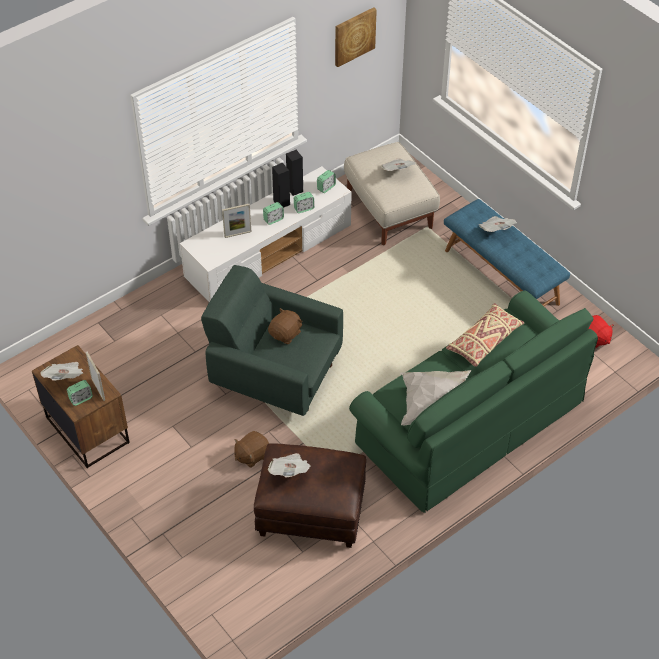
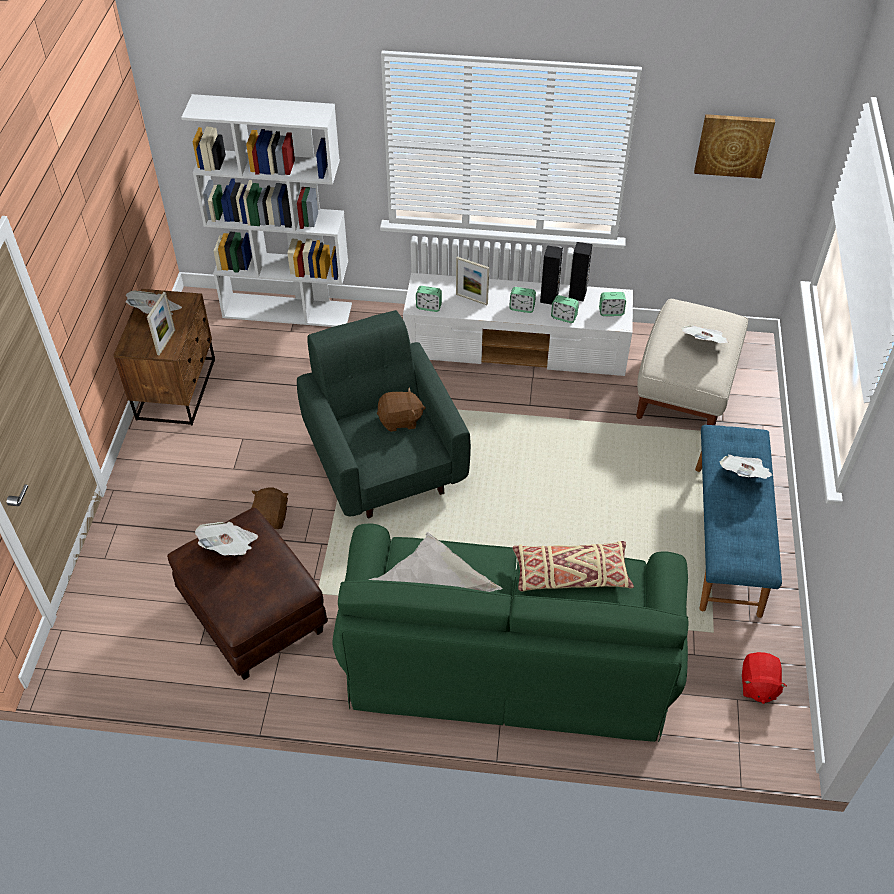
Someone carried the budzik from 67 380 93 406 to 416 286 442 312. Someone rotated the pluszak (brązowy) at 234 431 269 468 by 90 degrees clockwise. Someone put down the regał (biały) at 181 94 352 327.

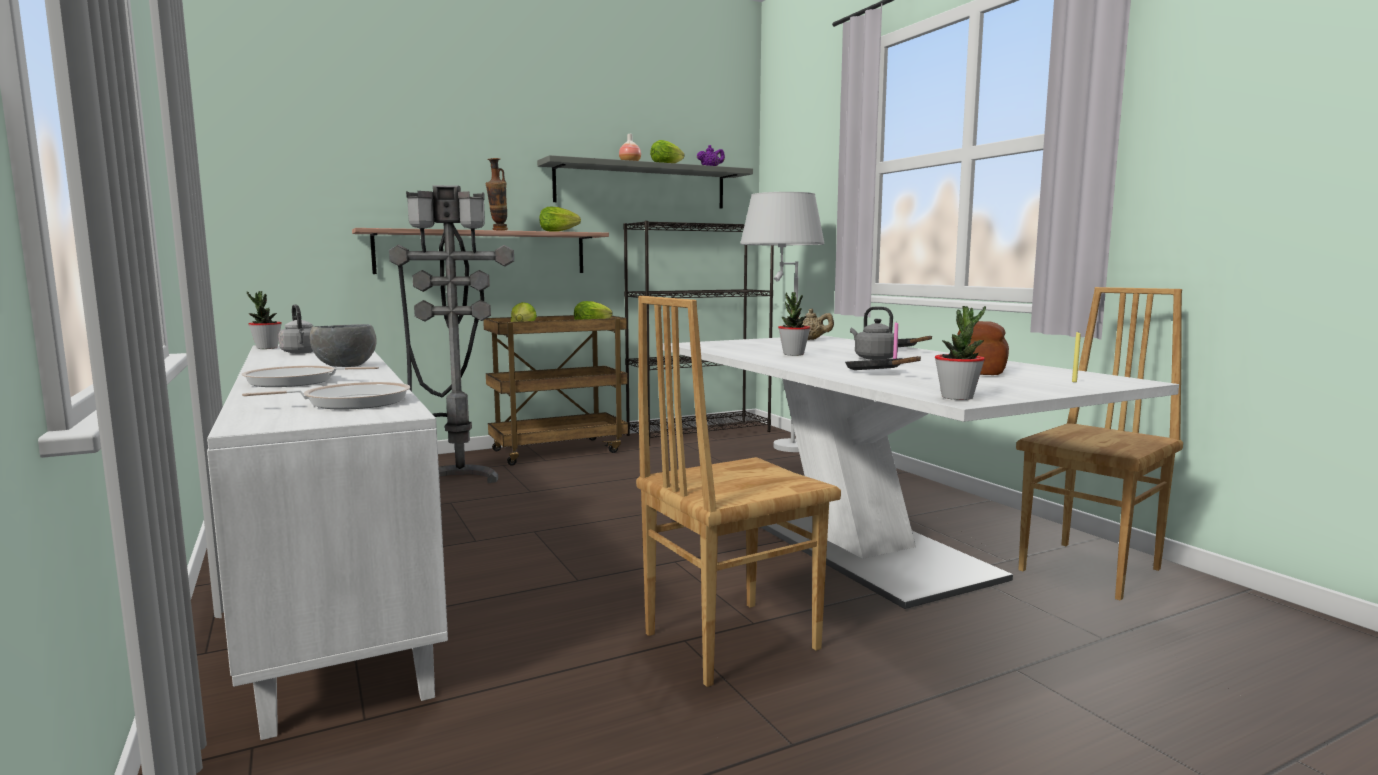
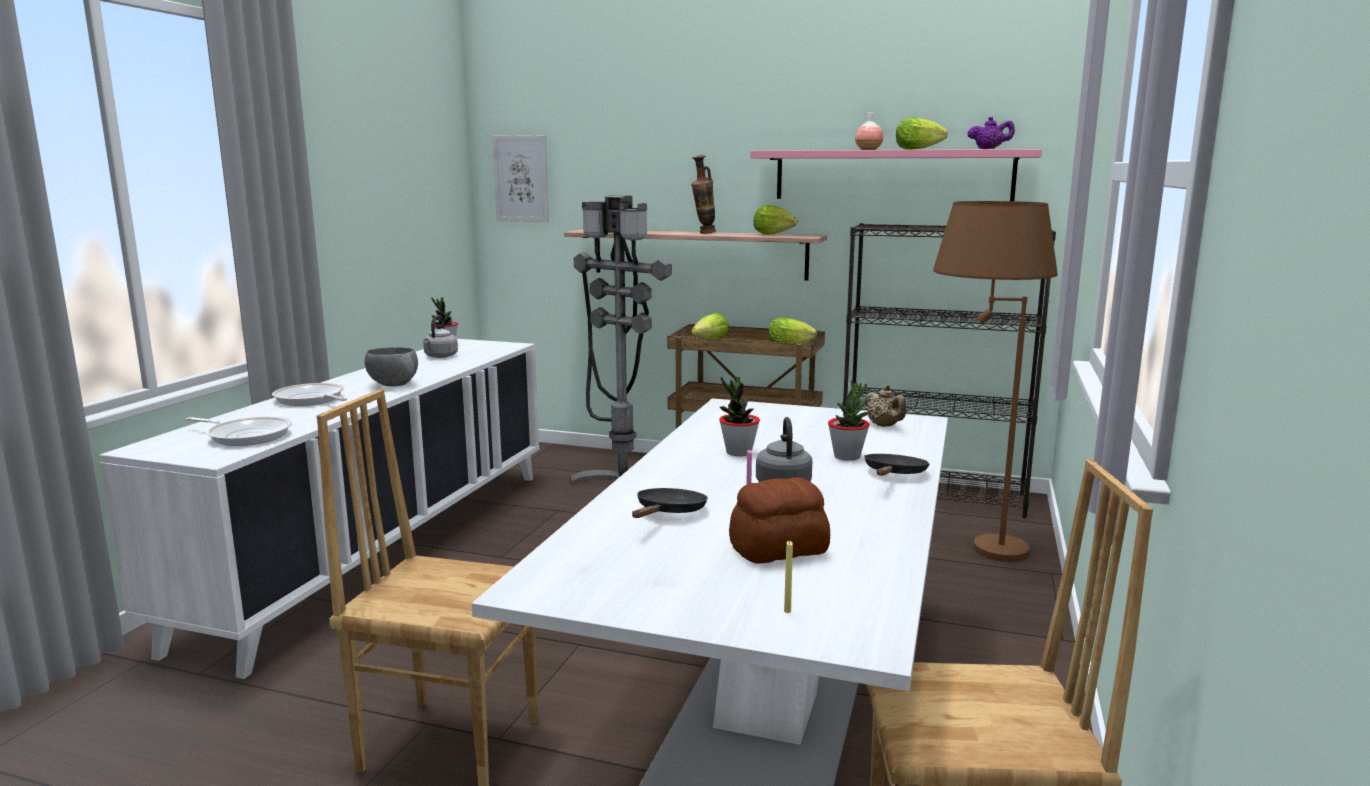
Someone repainted the półka (szary) at 537 155 753 208, which became the półka (różowy) at 750 149 1042 201. Someone repainted the lampa stojąca (biały) at 740 192 824 452, which became the lampa stojąca (brązowy) at 933 201 1058 562. Someone carried the roślina doniczkowa from 935 306 986 400 to 828 380 870 461. Someone put up the obraz at 492 135 549 222.

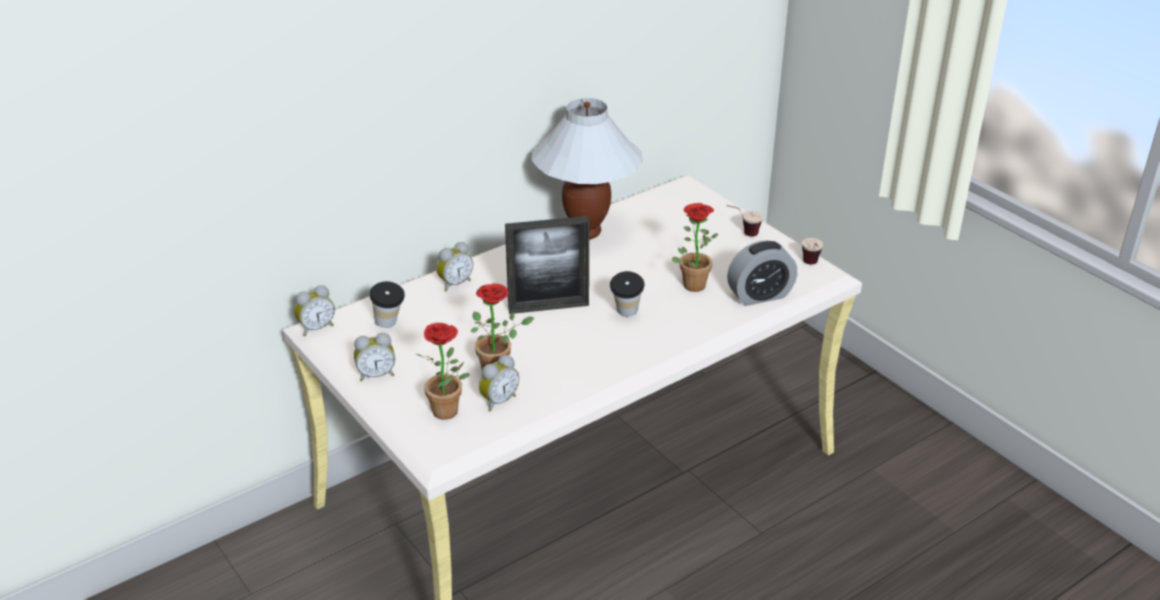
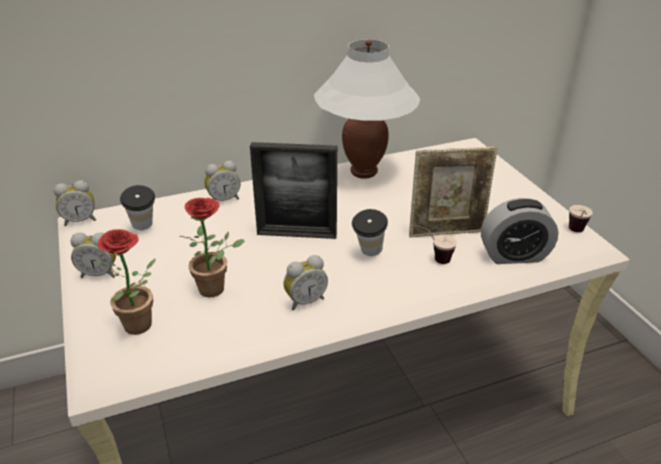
Someone swapped the roślina doniczkowa at 672 203 718 292 for the ramka na zdjęcie at 409 147 498 237. Someone carried the filiżanka from 726 205 763 237 to 415 225 457 264. Someone carried the budzik from 479 355 519 411 to 283 255 328 311.

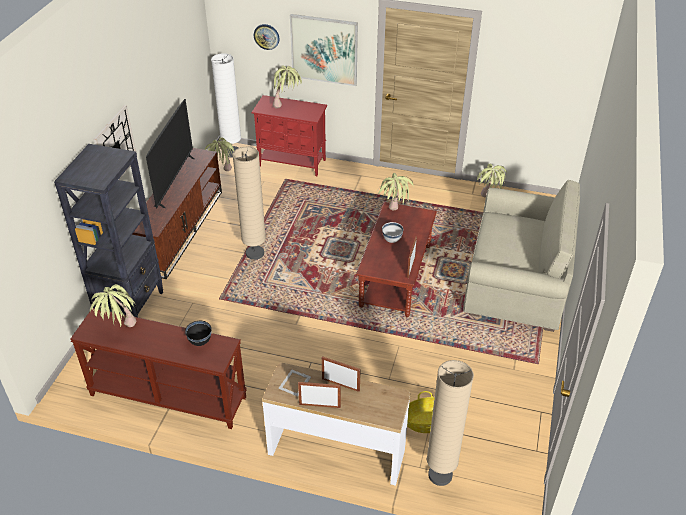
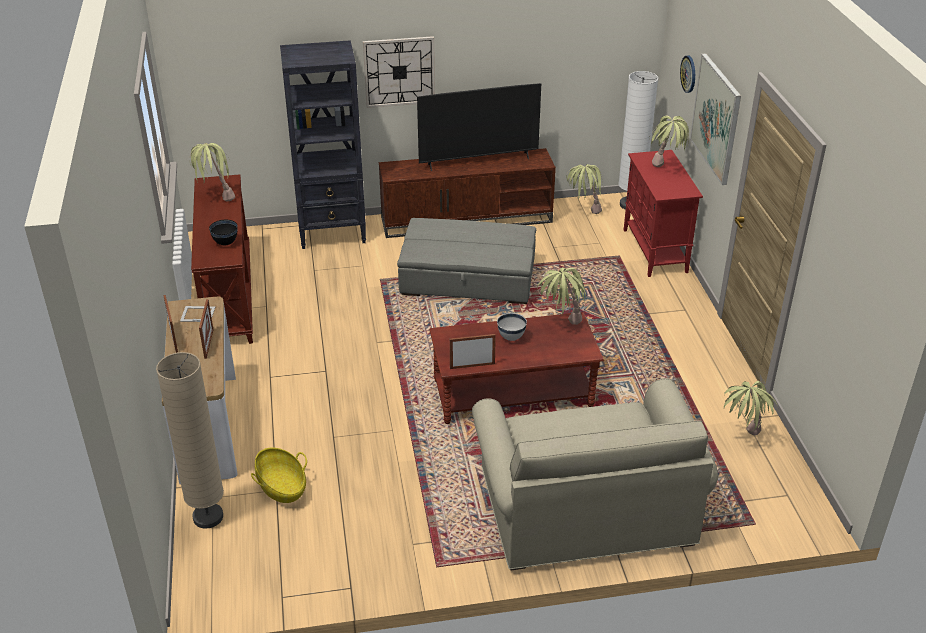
Someone swapped the lampa stojąca (beżowy) at 233 147 266 260 for the pufa (szary) at 397 218 536 304.

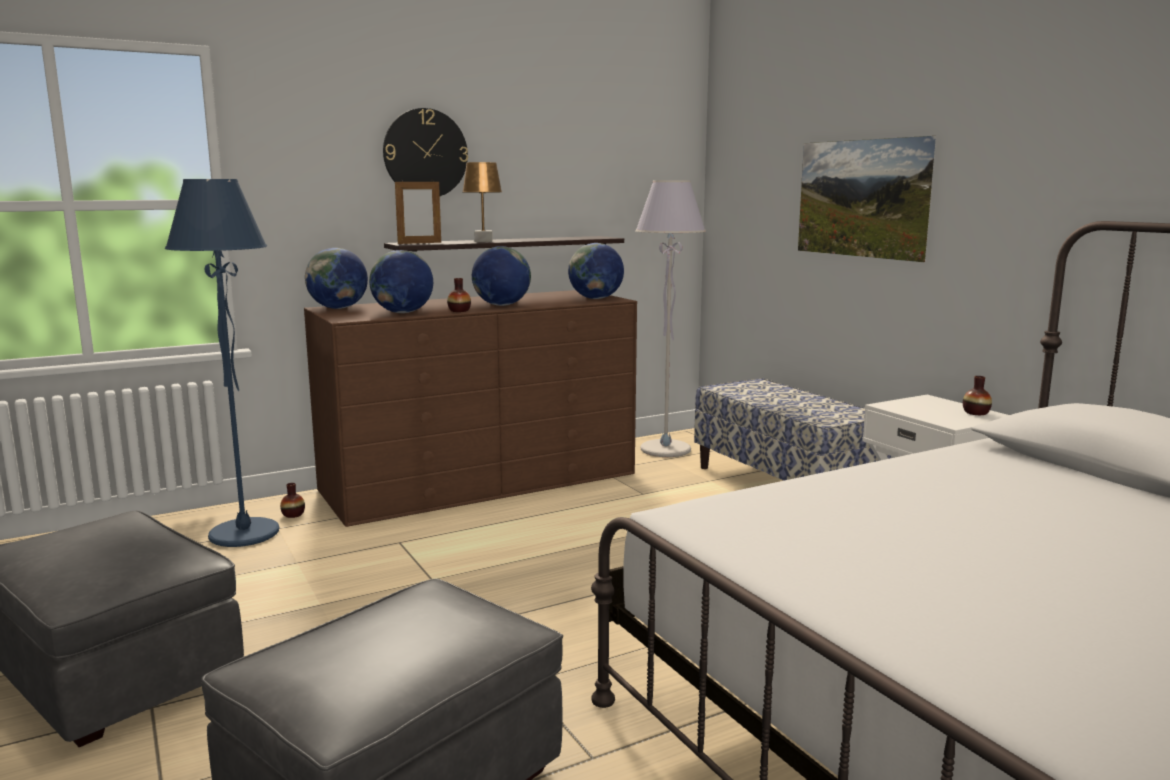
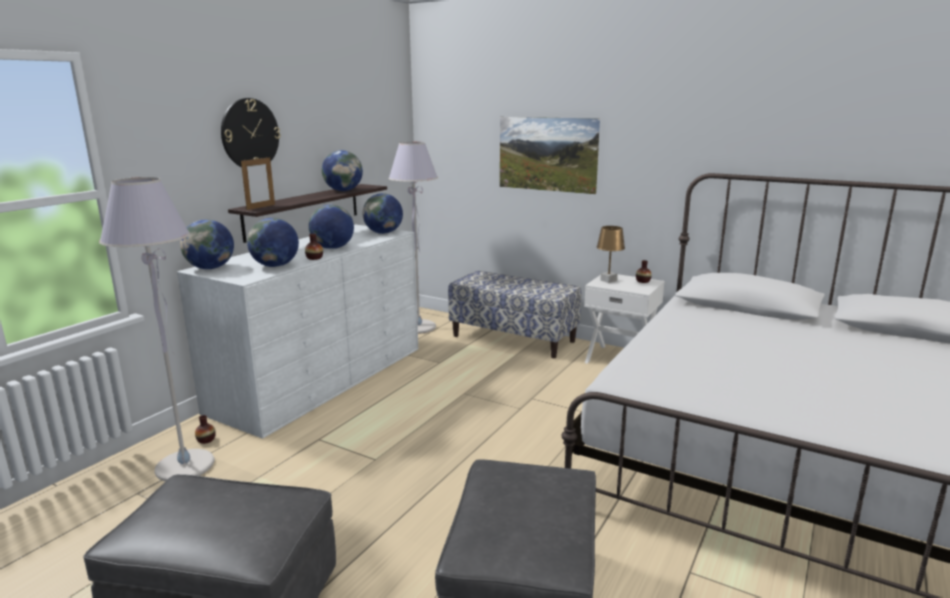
Someone carried the lampa stołowa (brązowy) from 462 162 502 242 to 597 226 625 283. Someone repainted the lampa stojąca (niebieski) at 165 179 279 547, which became the lampa stojąca (szary) at 99 177 214 481. Someone repainted the komoda (brązowy) at 304 290 637 527, which became the komoda (biały) at 177 225 418 439. Someone put down the globus at 322 150 363 191.

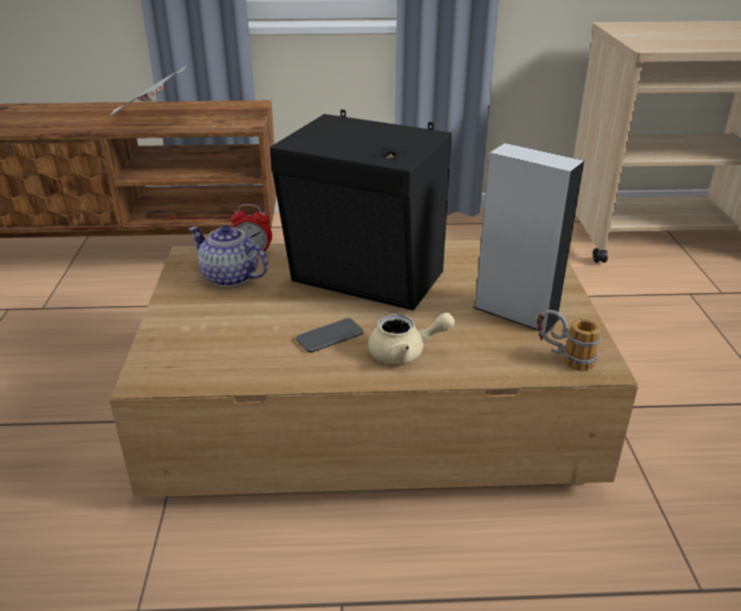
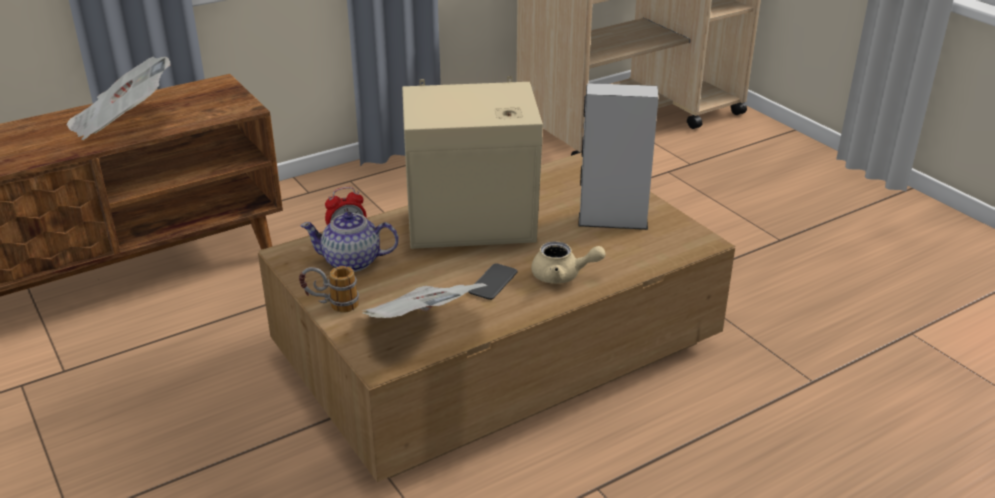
Someone repainted the głośnik (czarny) at 270 109 452 311, which became the głośnik (beżowy) at 402 76 543 249. Someone carried the kubek from 536 310 601 371 to 299 266 359 313. Someone rotated the imbryk (beżowy) at 368 313 455 364 by 45 degrees clockwise. Someone put down the gazeta at 362 283 487 318.

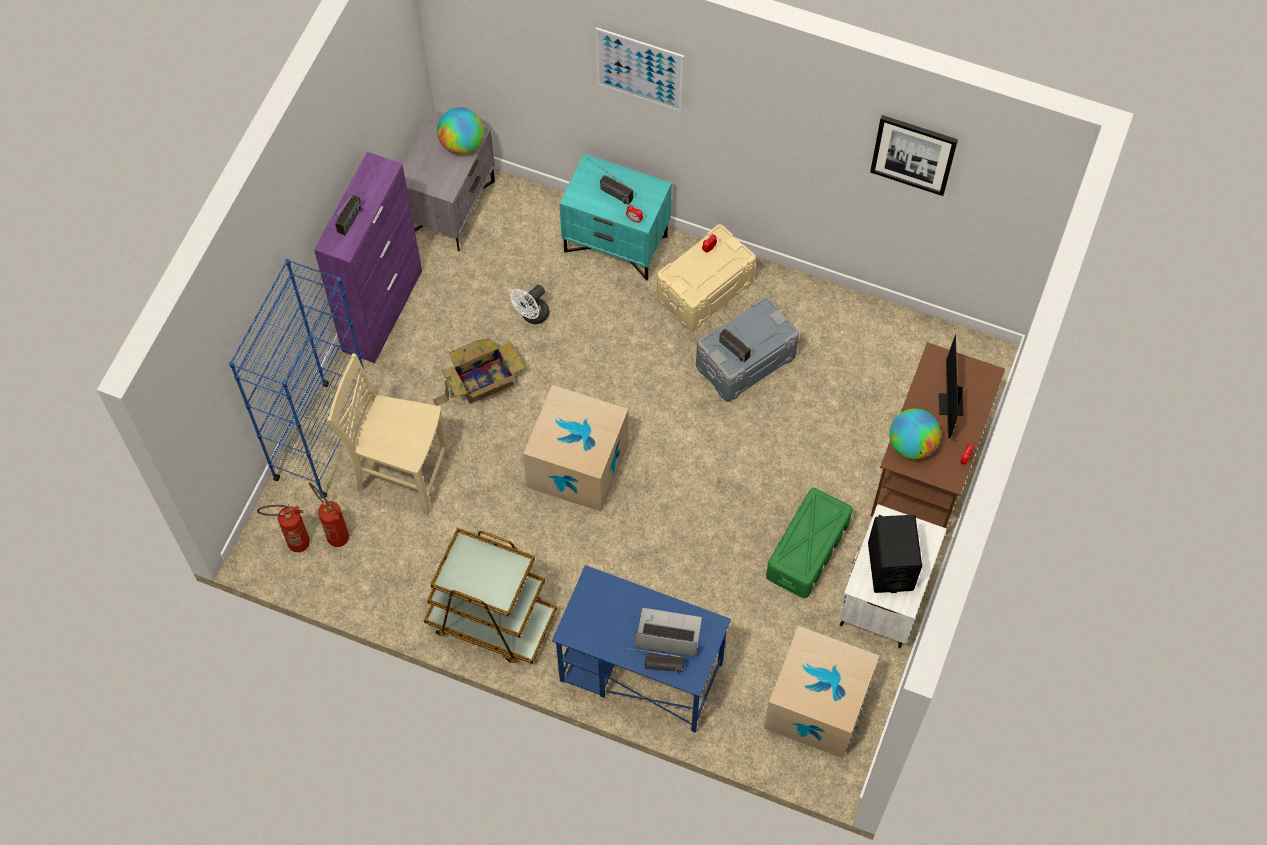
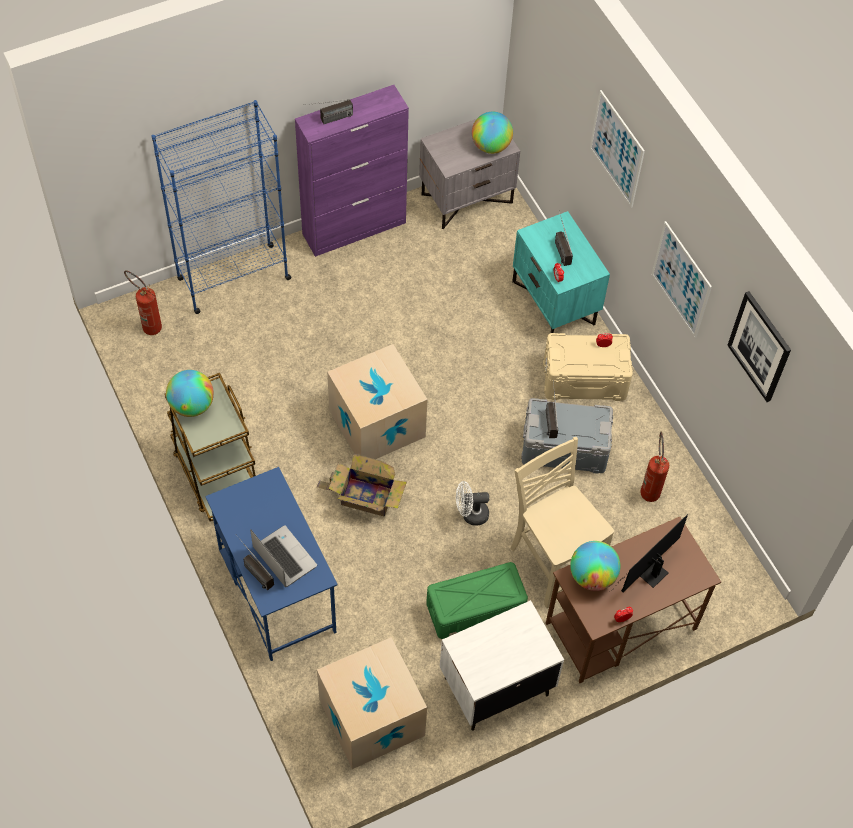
Someone carried the wentylator (biały) from 510 285 550 324 to 456 481 489 526. Someone carried the karton from 433 338 525 406 to 317 454 407 517. Someone carried the krzesło (beżowy) from 327 353 450 515 to 510 437 614 608. Someone carried the gaśnica from 309 482 349 547 to 640 431 669 502. Someone took away the głośnik (czarny) at 868 515 922 593. Someone put up the obraz at 652 221 712 338. Someone put down the globus at 166 370 214 417.

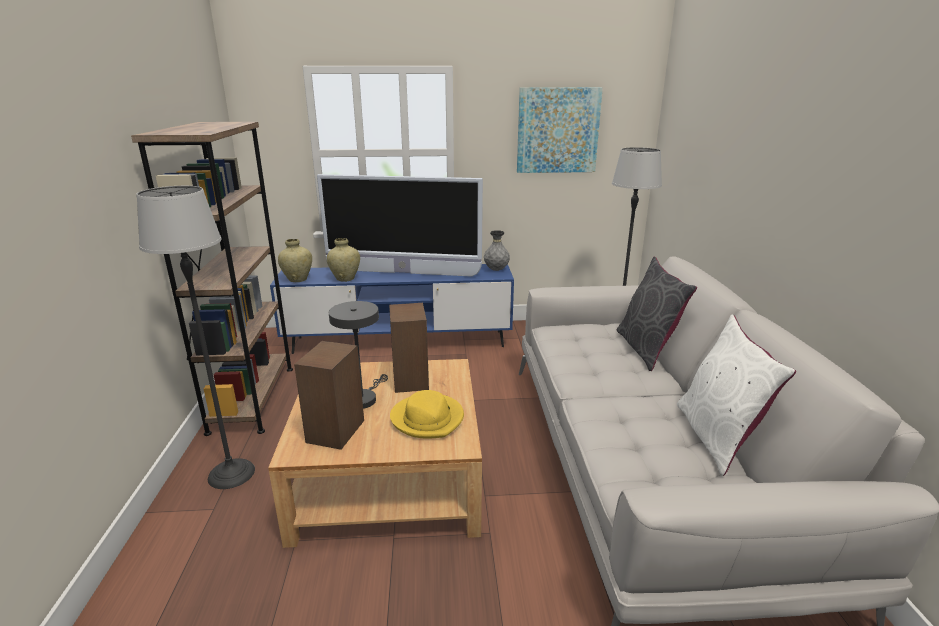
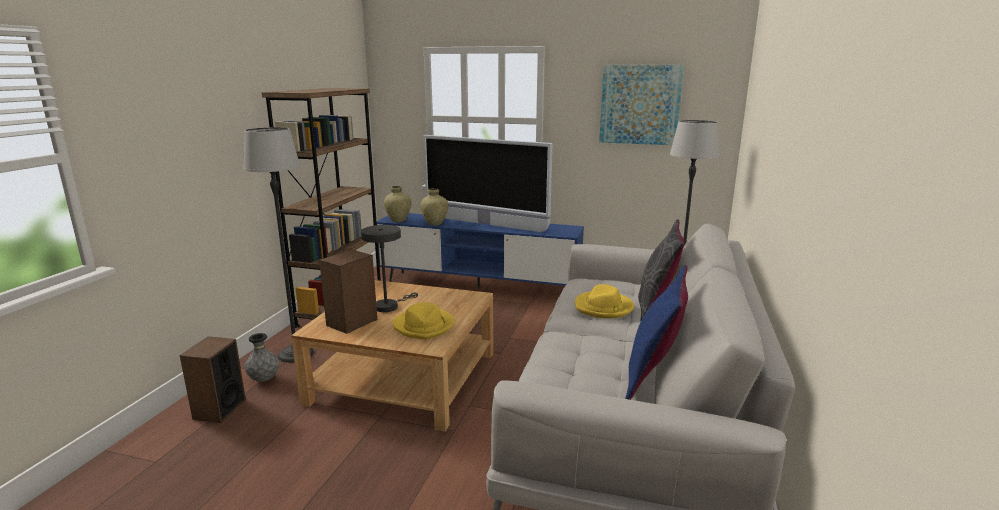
Someone carried the wazon (szary) from 484 230 510 271 to 245 333 279 382. Someone carried the głośnik from 389 303 429 393 to 180 336 246 423. Someone repainted the poduszka (biały) at 677 315 796 476, which became the poduszka (niebieski) at 625 265 688 400. Someone put down the kapelusz (żółty) at 575 284 634 319.

